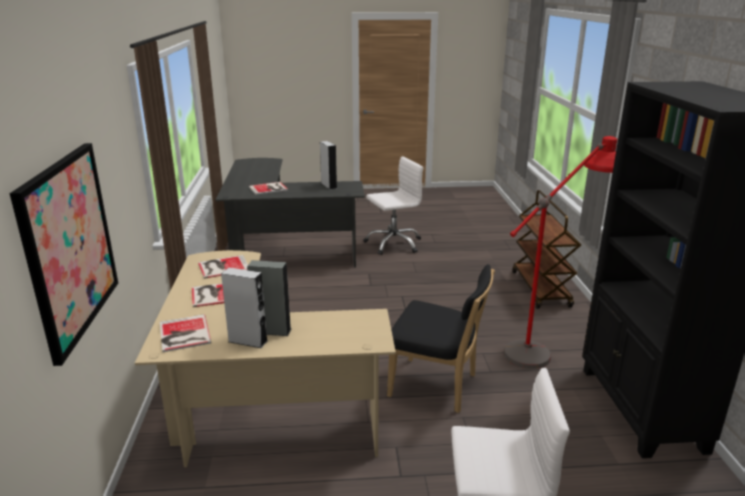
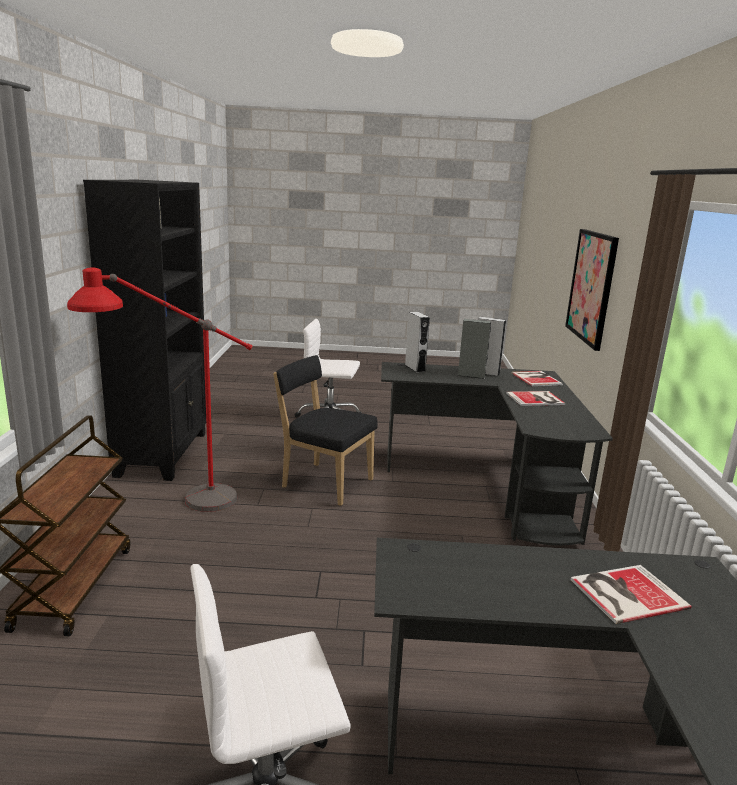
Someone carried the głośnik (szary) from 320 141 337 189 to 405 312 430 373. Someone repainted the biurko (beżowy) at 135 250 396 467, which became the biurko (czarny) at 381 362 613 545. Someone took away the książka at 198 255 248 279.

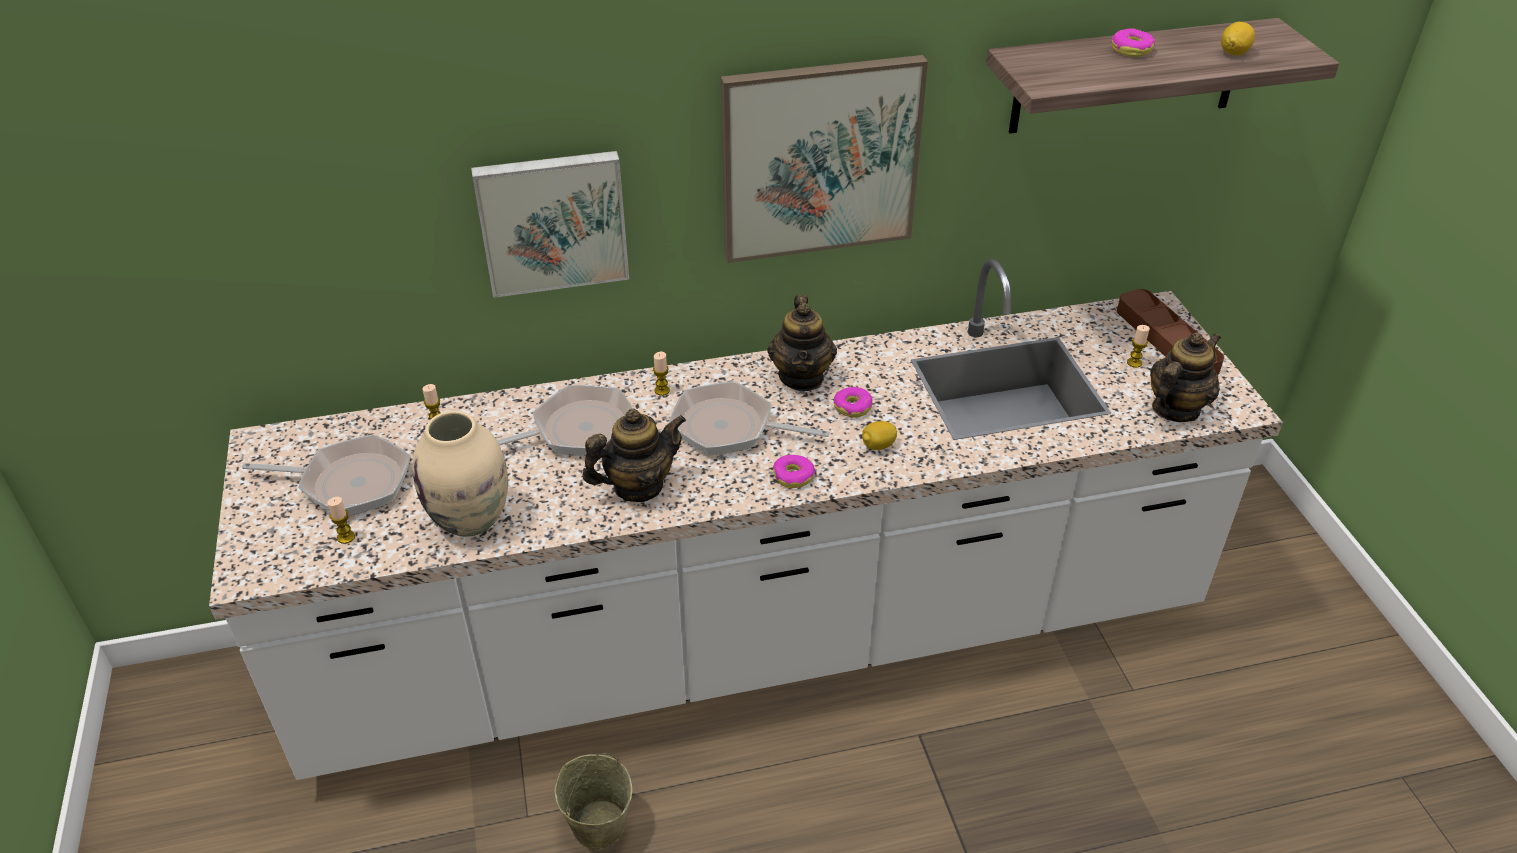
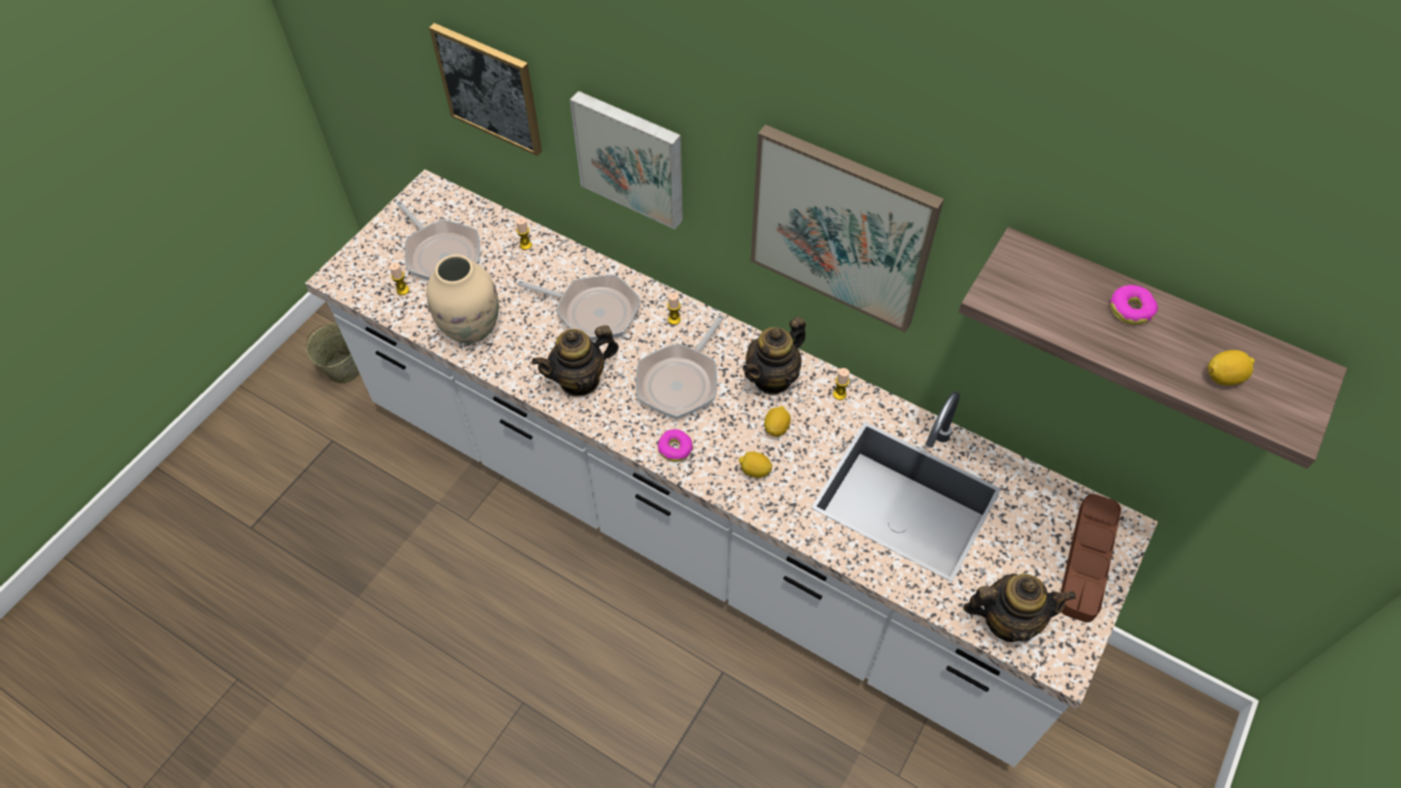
Someone carried the świeca from 1127 325 1150 368 to 833 368 850 400. Someone rotated the patelnia at 669 381 830 456 by 120 degrees counterclockwise. Someone swapped the donut at 834 387 873 418 for the cytryna at 764 406 791 437. Someone rotated the imbryk at 582 409 686 502 by 135 degrees clockwise. Someone carried the wiadro (beżowy) from 554 753 632 849 to 306 322 360 383. Someone put up the obraz at 429 23 542 156.

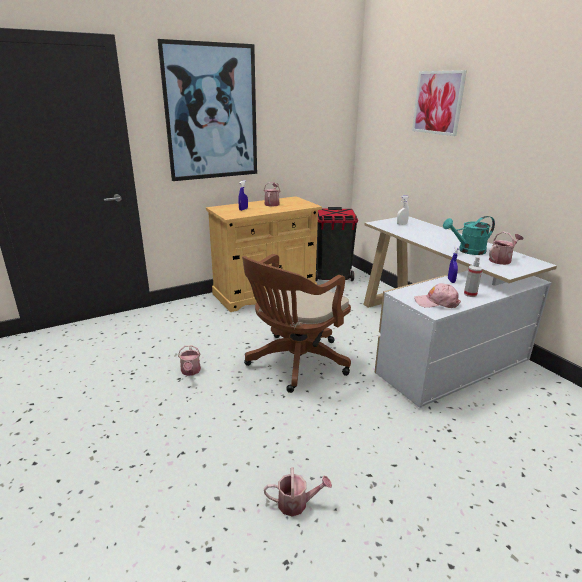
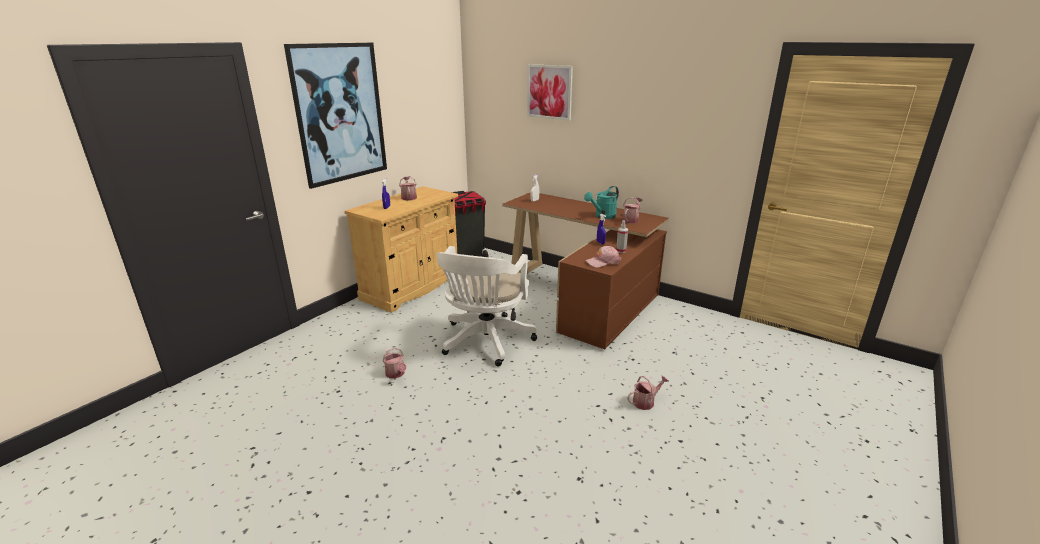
Someone repainted the biurko (biały) at 363 216 557 408, which became the biurko (brązowy) at 503 192 669 349. Someone repainted the krzesło biurowe (brązowy) at 242 254 351 393, which became the krzesło biurowe (biały) at 436 246 537 367. Someone carried the konewka from 264 468 332 516 to 627 375 669 410.

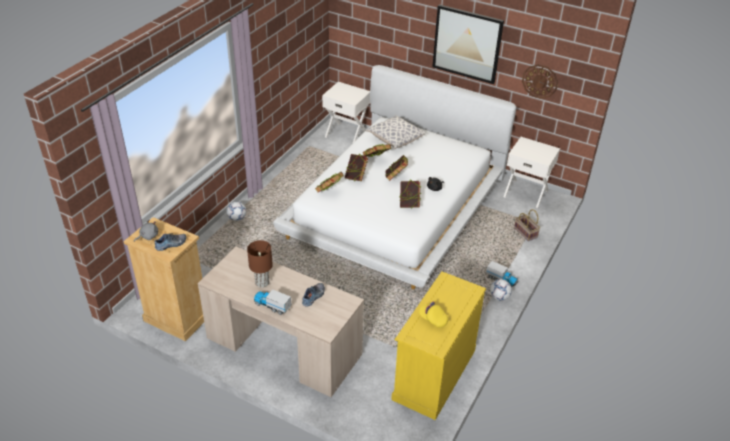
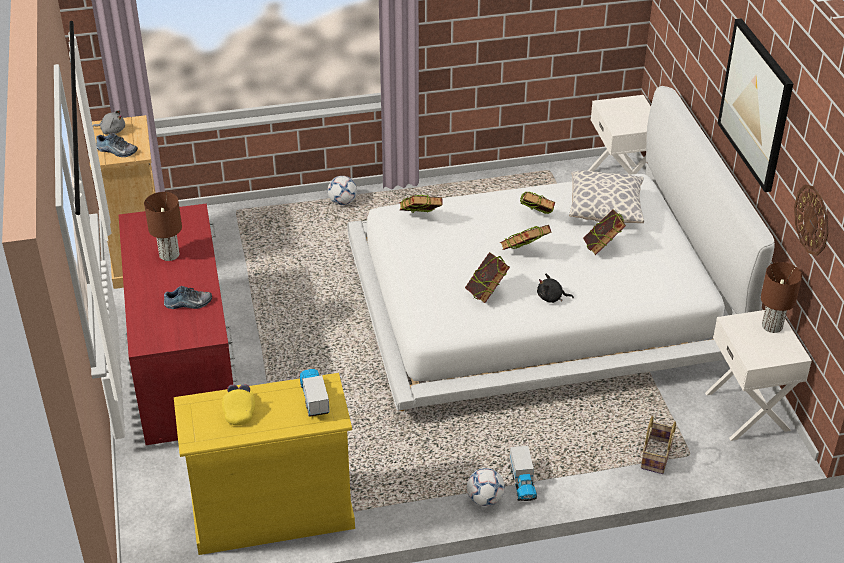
Someone carried the książka from 344 154 368 181 to 583 209 626 255. Someone repainted the biurko (beżowy) at 198 247 364 397, which became the biurko (czerwony) at 119 204 237 445. Someone carried the ciężarówka zabawkowa from 254 289 292 315 to 300 369 330 416. Someone put down the lampa stołowa (brązowy) at 761 262 802 333.

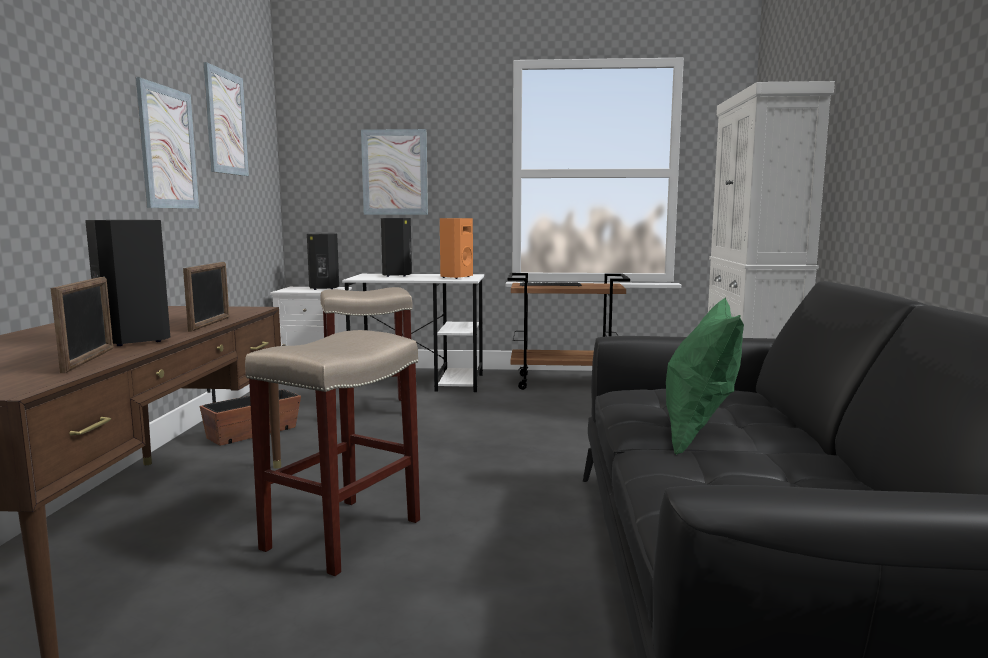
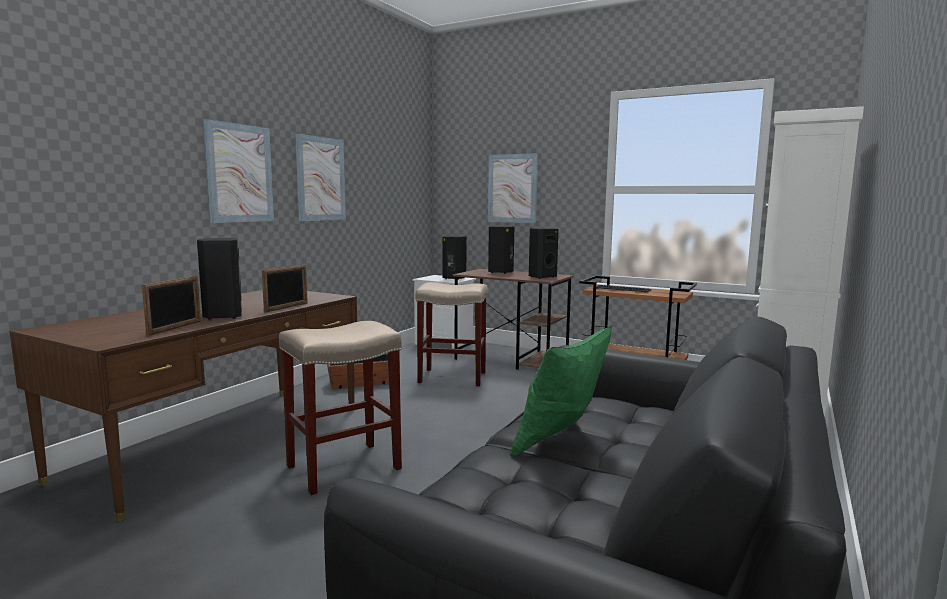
Someone carried the obraz from 204 62 249 176 to 203 119 274 223. Someone repainted the głośnik (pomarańczowy) at 440 218 473 279, which became the głośnik (czarny) at 529 228 559 279. Someone repainted the biurko (biały) at 342 274 484 392, which became the biurko (brązowy) at 453 269 573 370.

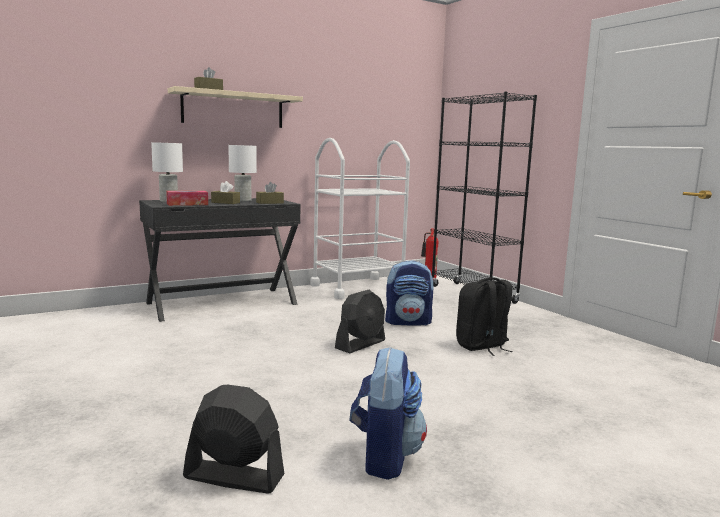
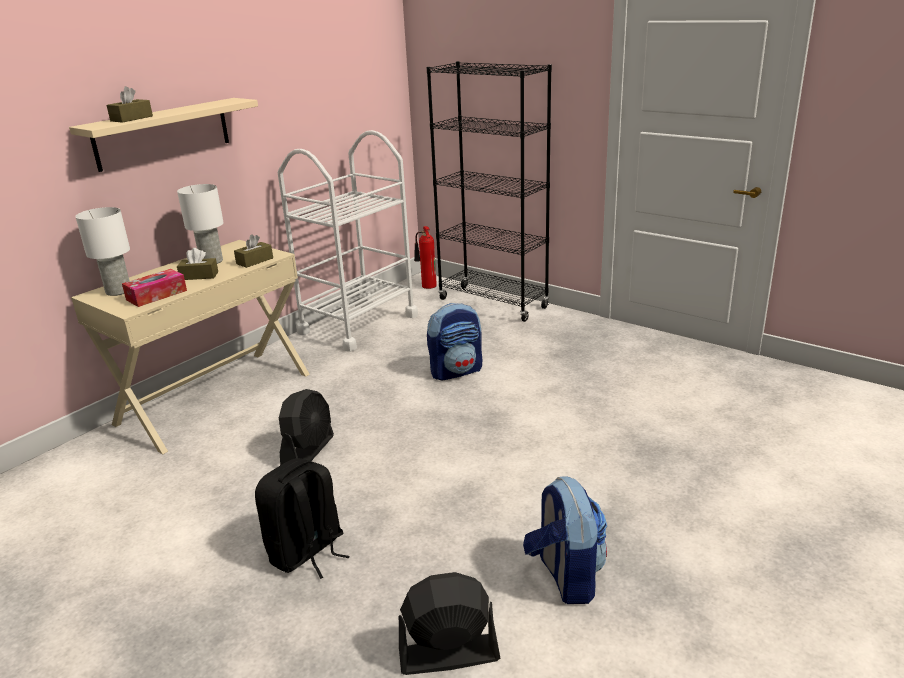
Someone repainted the biurko (czarny) at 139 198 301 322, which became the biurko (beżowy) at 71 240 310 454. Someone carried the plecak (czarny) from 456 278 513 356 to 255 458 350 579. Someone carried the wentylator (czarny) from 335 290 385 353 to 279 389 334 465.

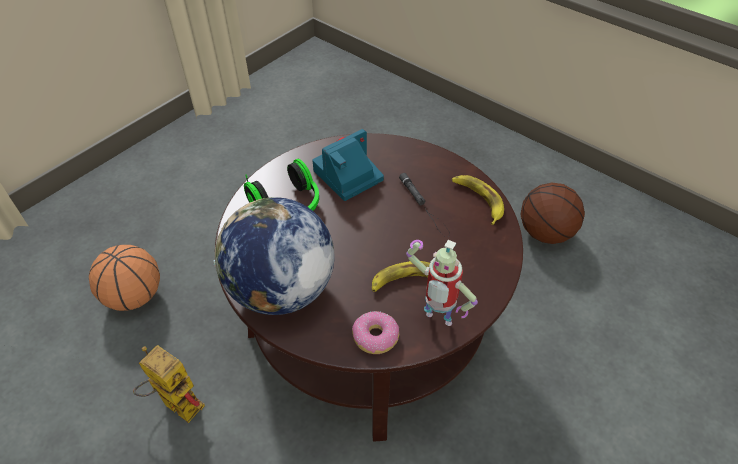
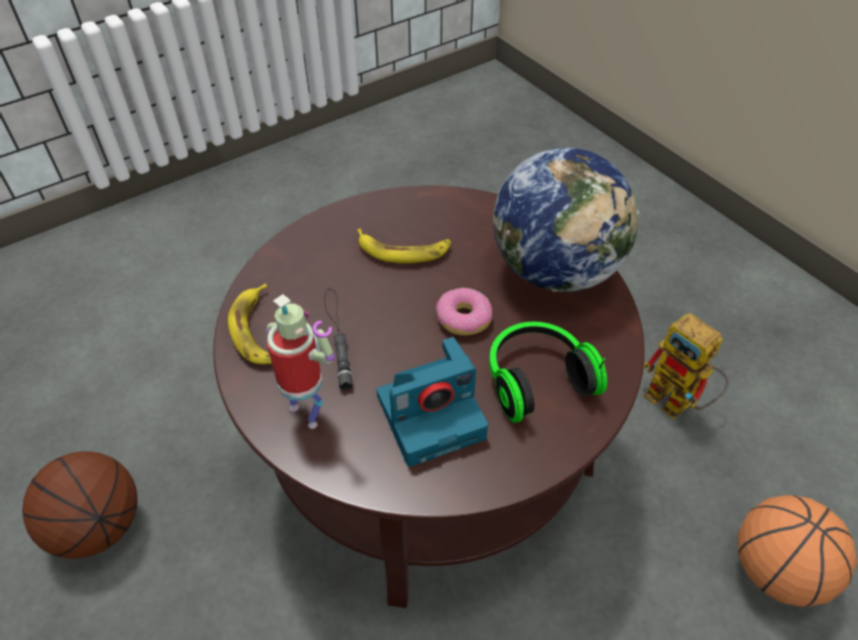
Someone carried the robot zabawkowy from 406 240 478 326 to 266 294 335 429. Someone carried the donut from 352 311 399 354 to 435 288 492 336.

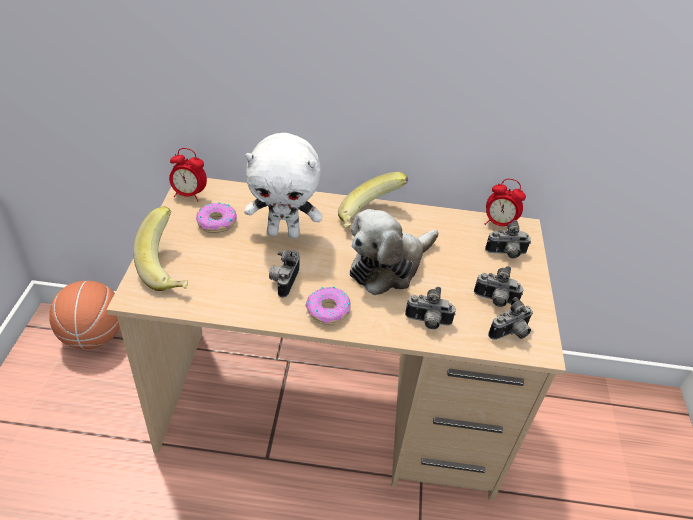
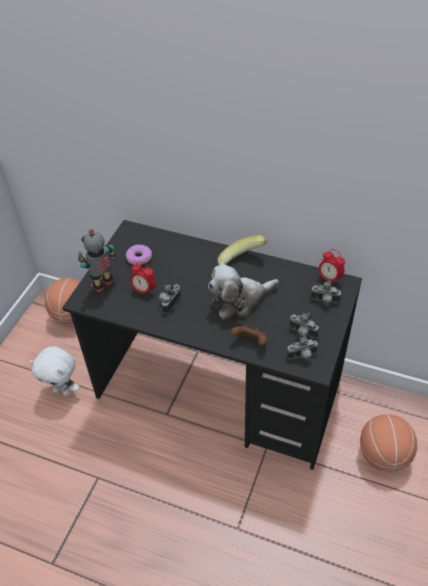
Someone carried the pluszak (biały) from 244 133 322 238 to 29 347 80 396. Someone carried the budzik from 169 148 207 202 to 130 261 156 297. Someone repainted the biurko (beżowy) at 106 178 566 501, which became the biurko (czarny) at 62 220 362 470. Someone swapped the banan at 133 206 188 291 for the robot zabawkowy at 78 228 116 293. Someone took away the donut at 305 286 351 325. Someone swapped the aparat fotograficzny at 405 287 456 329 for the pad do gier (brązowy) at 231 324 267 346. Someone put down the piłka do koszykówki at 360 414 417 472.

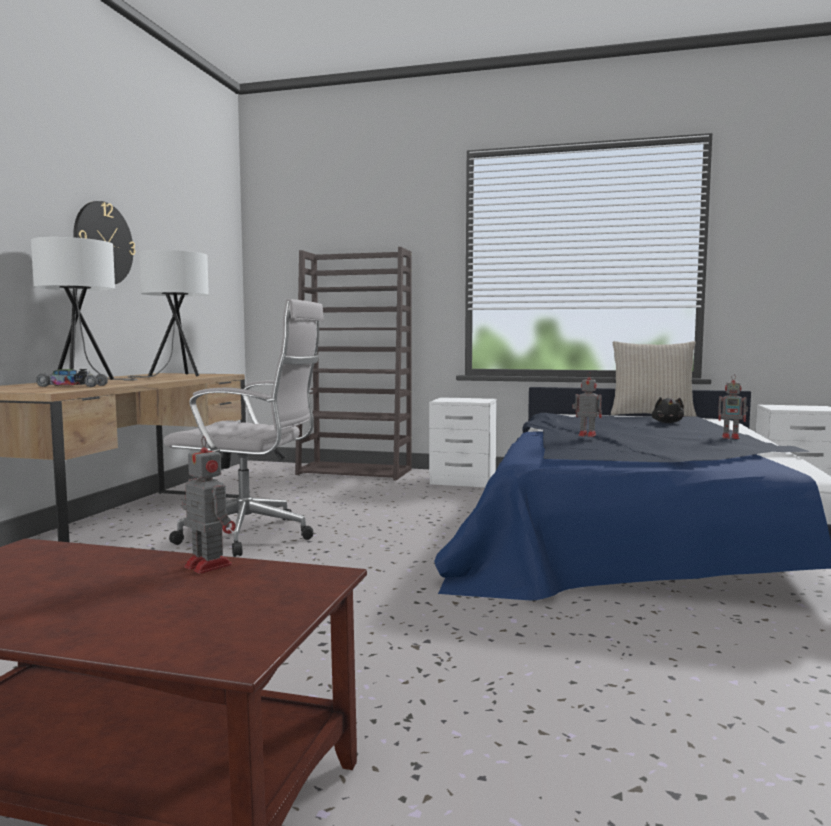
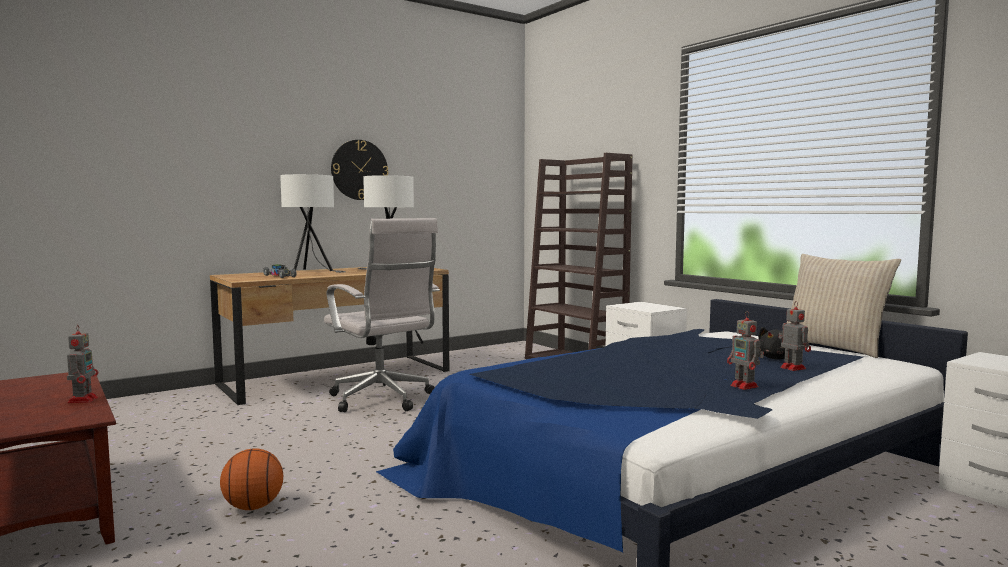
Someone carried the robot zabawkowy from 572 372 602 437 to 779 301 811 371. Someone put down the piłka do koszykówki at 220 448 283 510.

